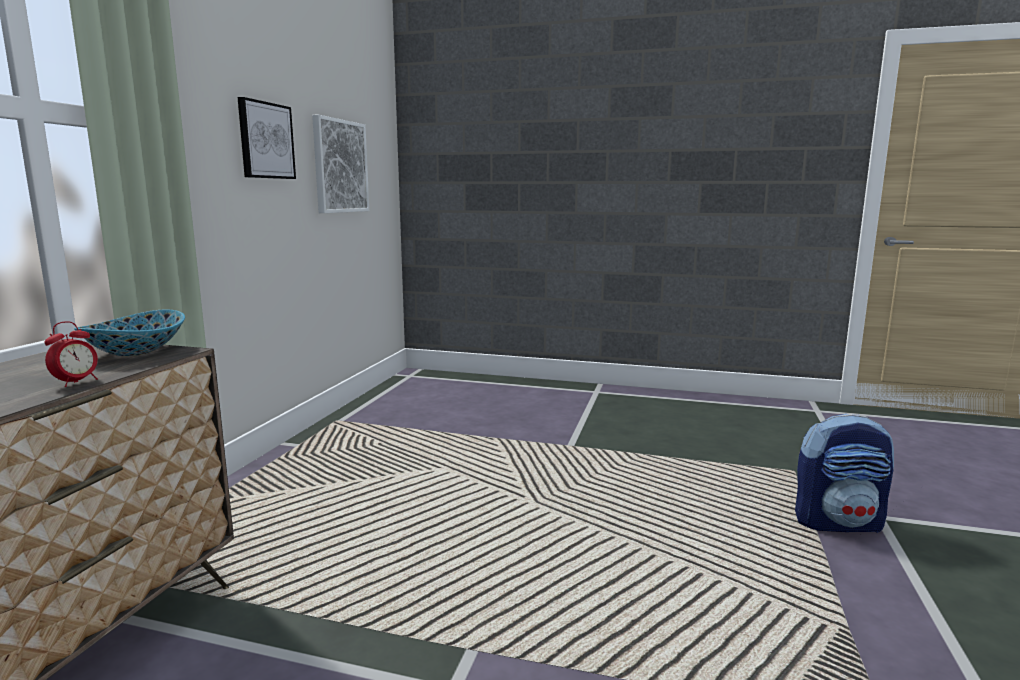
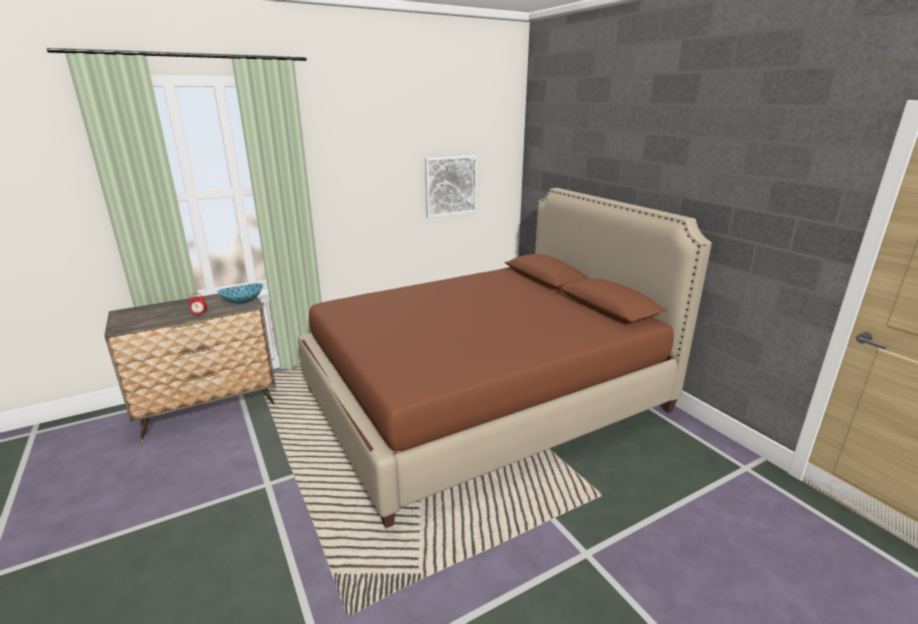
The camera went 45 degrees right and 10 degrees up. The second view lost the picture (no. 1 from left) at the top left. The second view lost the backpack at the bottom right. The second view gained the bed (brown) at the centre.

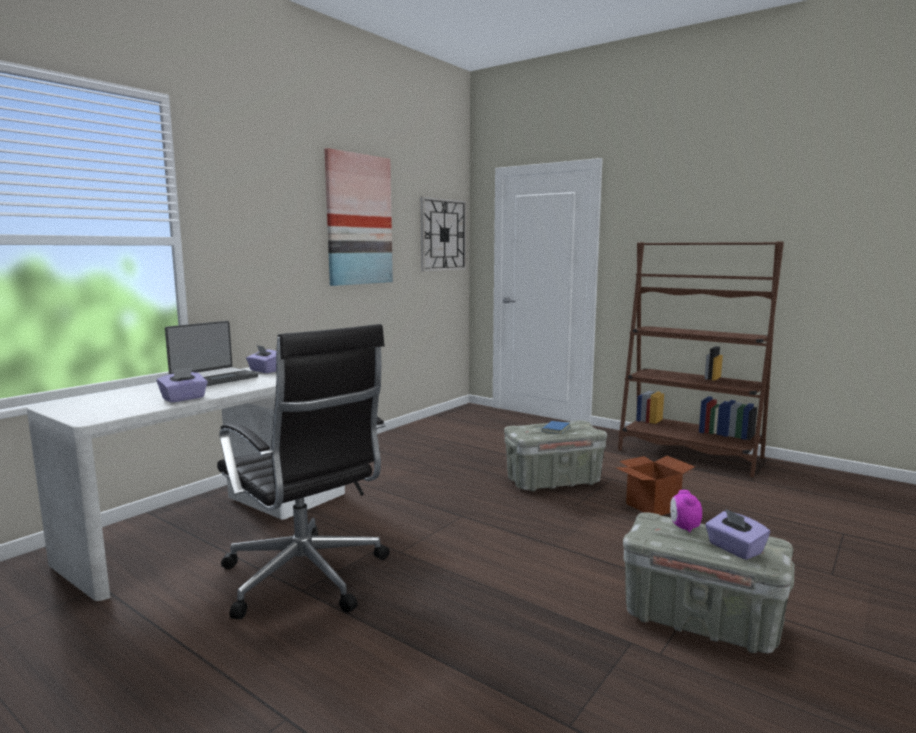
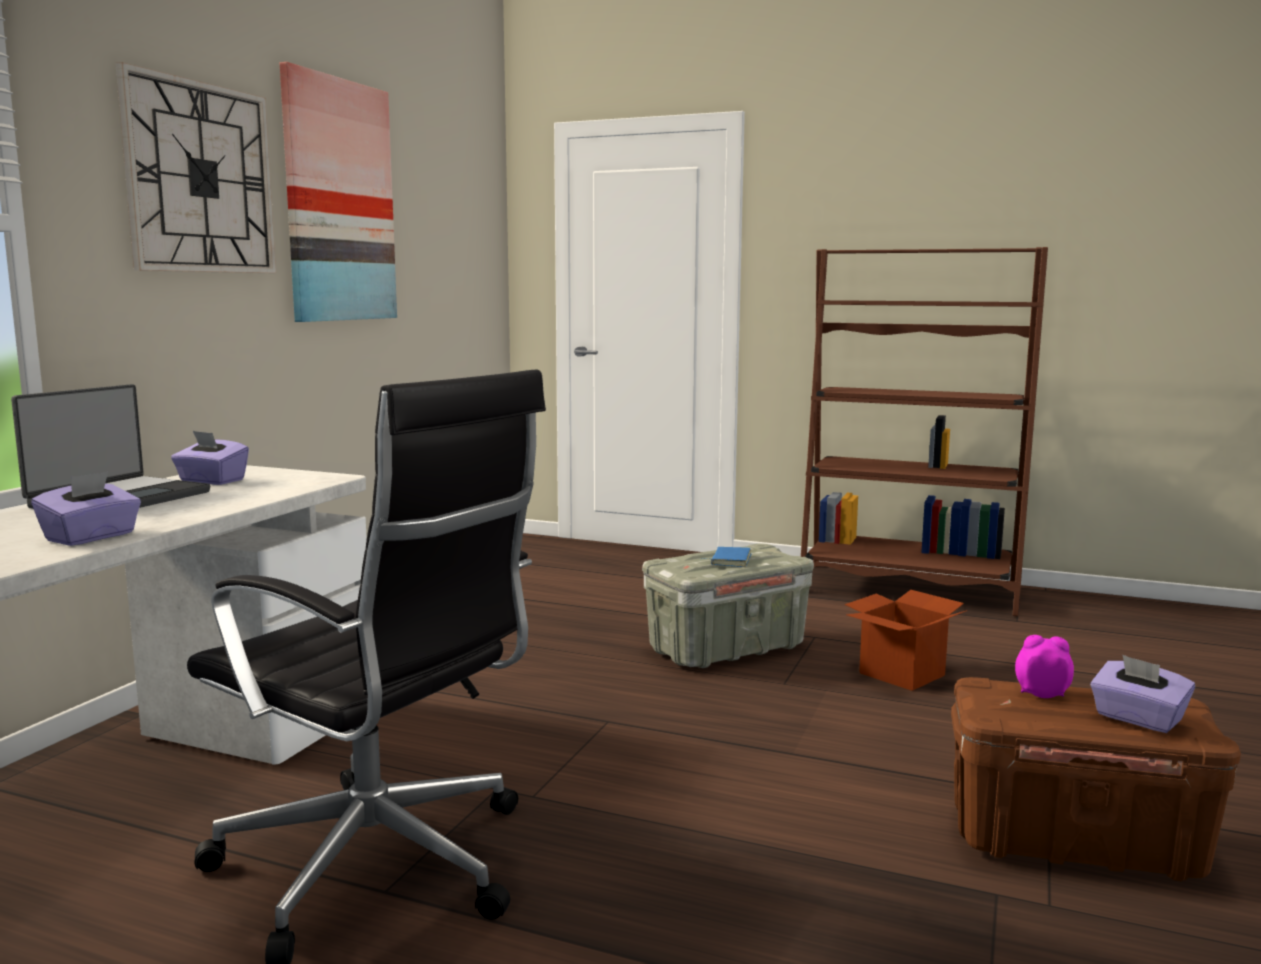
The camera went 15 degrees left and 0 degrees up. The wall clock ended up elsewhere, having gone from the top centre to the top left. What was the storage box (grey) (no. 2 from left) at the bottom right turned into the storage box (brown) at the bottom right. The alarm clock at the bottom right ended up facing another way, 120 degrees clockwise from before.

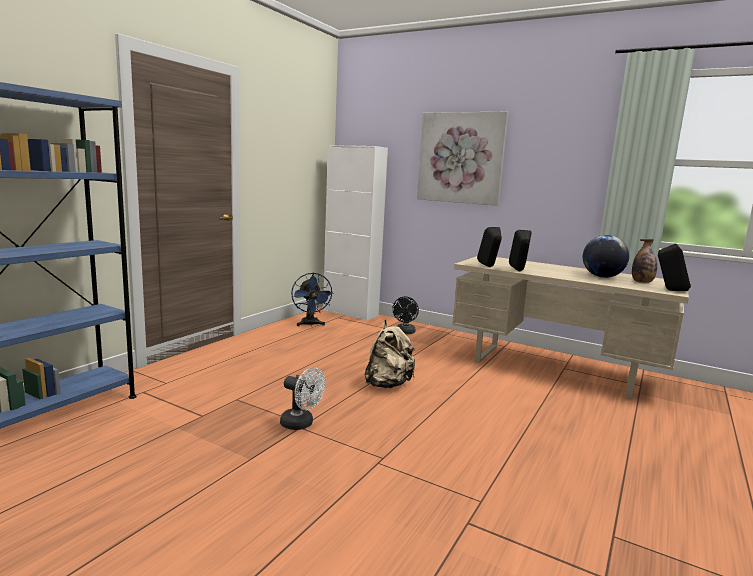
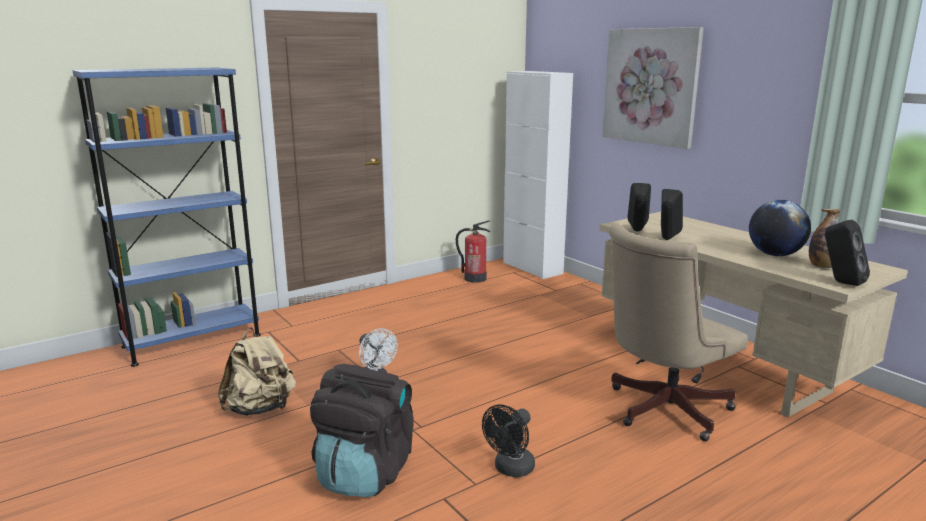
The camera went 25 degrees right and 5 degrees up. Where the fan (blue) stood at the centre, the fire extinguisher came to stand at the centre. The backpack (beige) ended up elsewhere, having gone from the centre to the bottom left. The fan (black) ended up elsewhere, having gone from the centre to the bottom centre. The second view gained the backpack (black) at the bottom centre. The second view gained the office chair (beige) at the middle right.

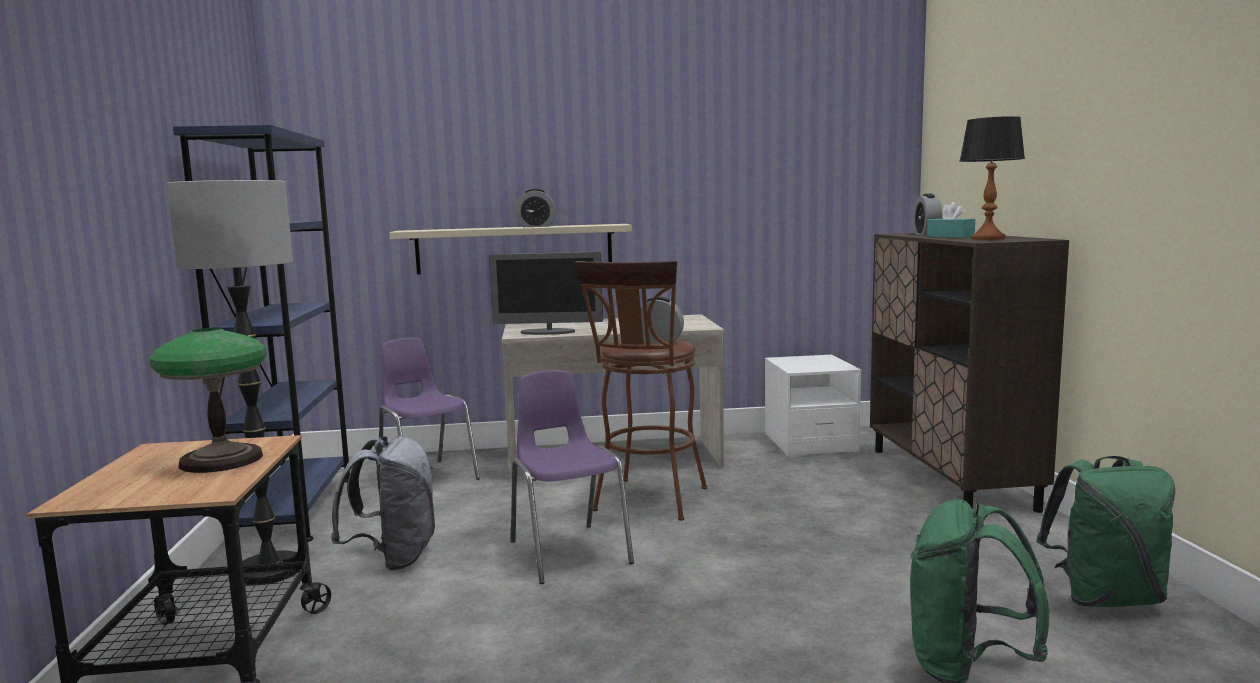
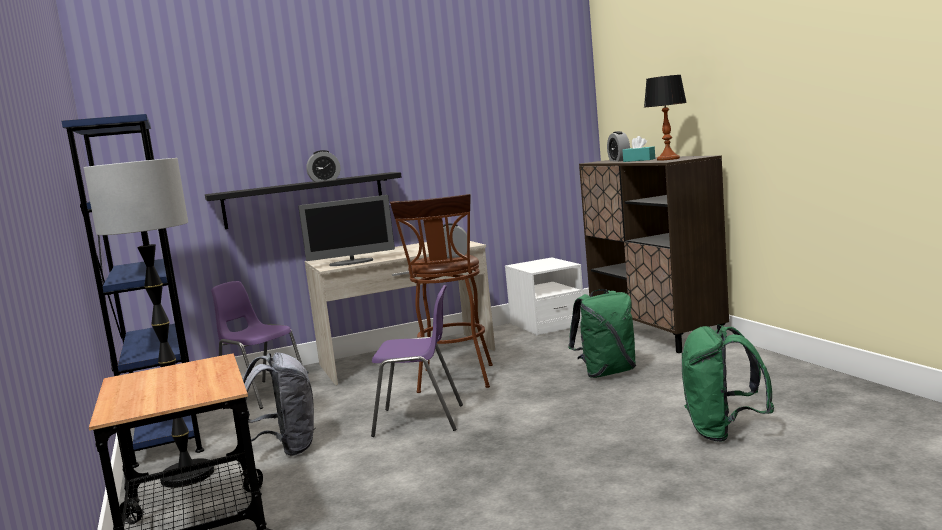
The camera went 15 degrees left and 0 degrees up. The second view lost the table lamp (no. 1 from left) at the middle left. What was the shelf (beige) at the centre turned into the shelf (black) at the middle left. The chair (purple) (no. 2 from left) at the bottom centre ended up facing another way, 135 degrees clockwise from before. The backpack (green) (no. 2 from left in the first image) ended up elsewhere, having gone from the bottom right to the centre.

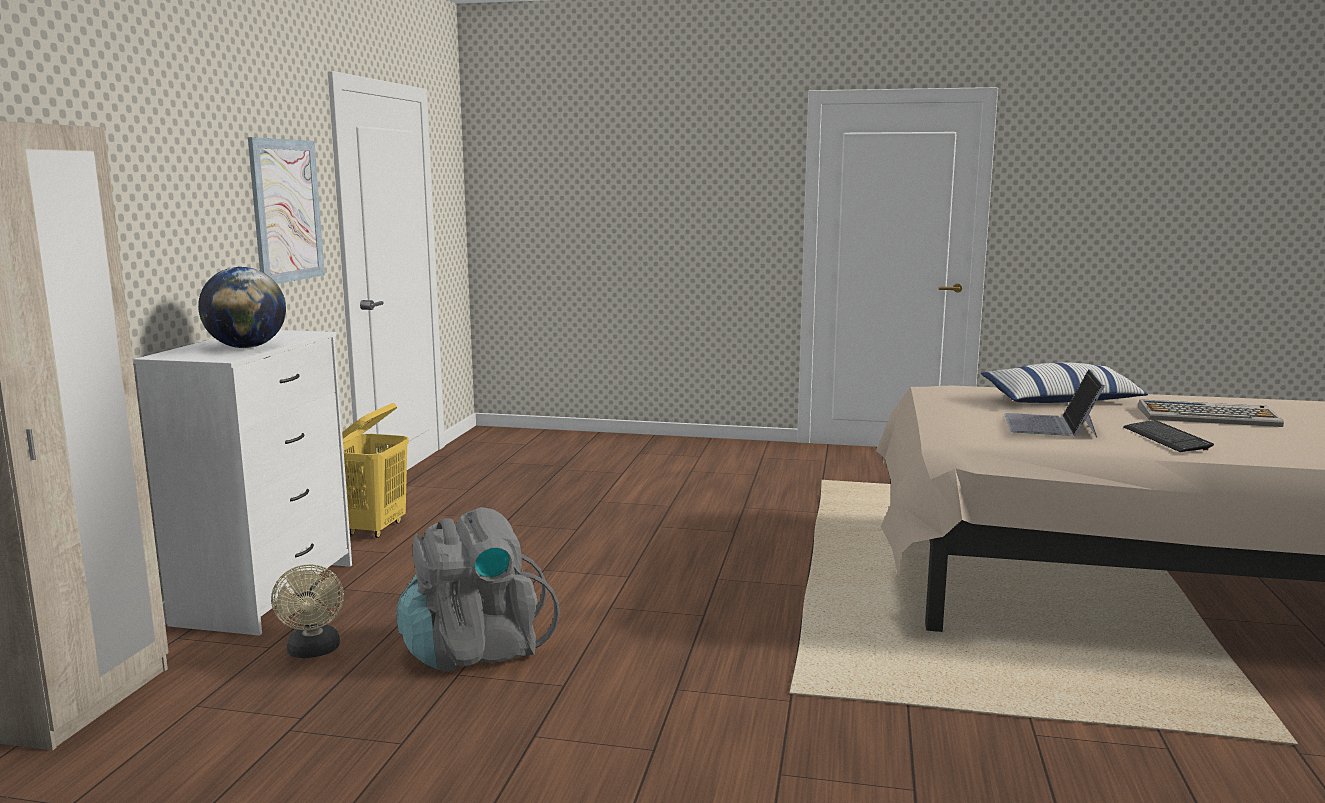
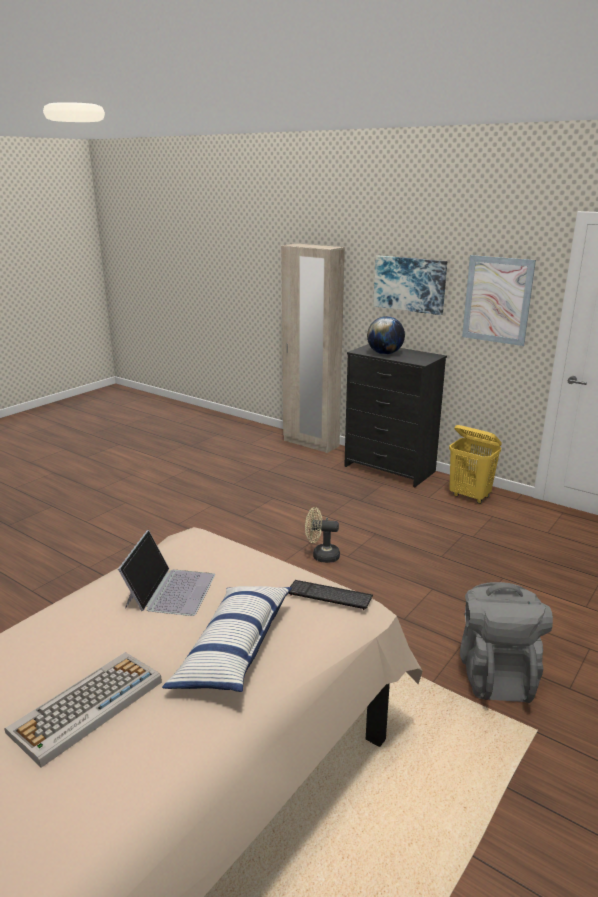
The camera went 115 degrees right and 10 degrees up. What was the dresser (white) at the middle left turned into the dresser (black) at the centre. The fan (beige) ended up elsewhere, having gone from the bottom left to the centre. The backpack (grey) ended up elsewhere, having gone from the bottom centre to the bottom right. The laptop at the middle right ended up facing another way, 60 degrees clockwise from before. The keyboard (no. 1 from left in the first image) ended up elsewhere, having gone from the middle right to the centre. The second view gained the picture (no. 1 from left) at the top right.

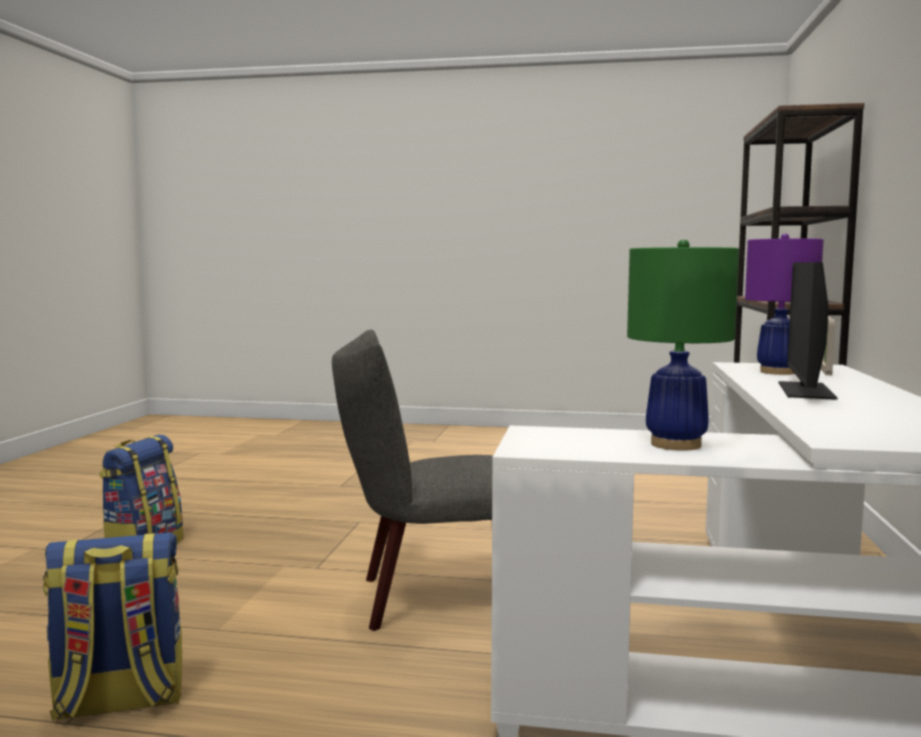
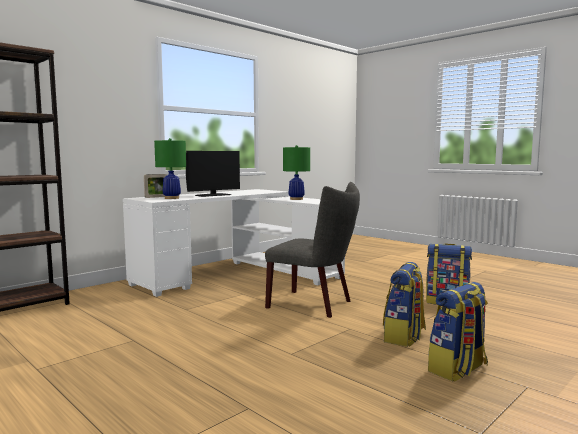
The camera went 145 degrees left and 0 degrees up. What was the table lamp (purple) at the middle right turned into the table lamp (green) (no. 1 from left) at the middle left. The second view gained the backpack (no. 1 from left) at the bottom right.

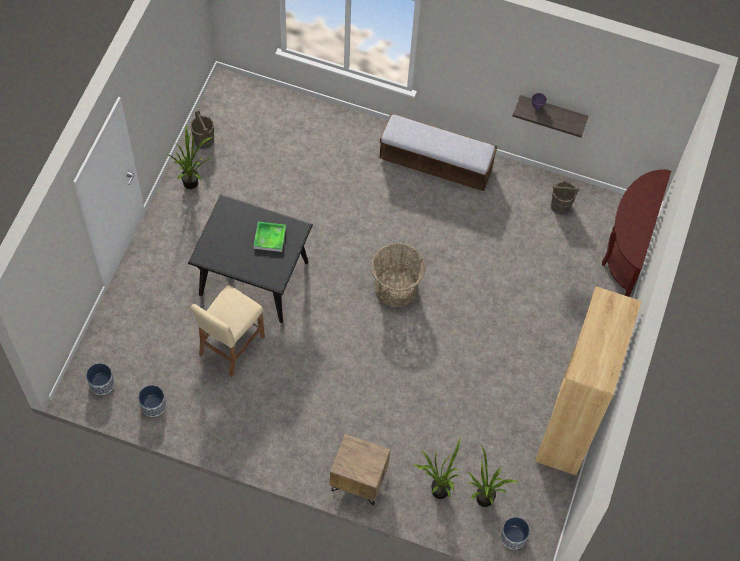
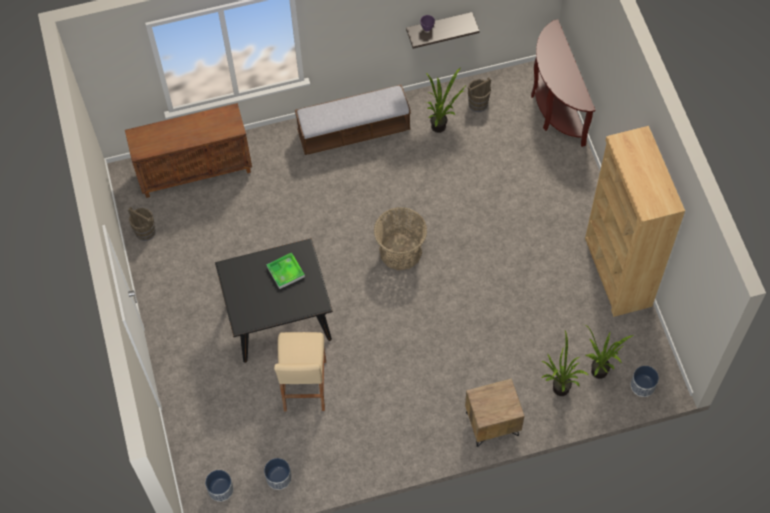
The camera went 30 degrees left and 0 degrees up. The potted plant (no. 1 from left) ended up elsewhere, having gone from the top left to the top centre. The second view gained the cabinet (brown) at the top left.

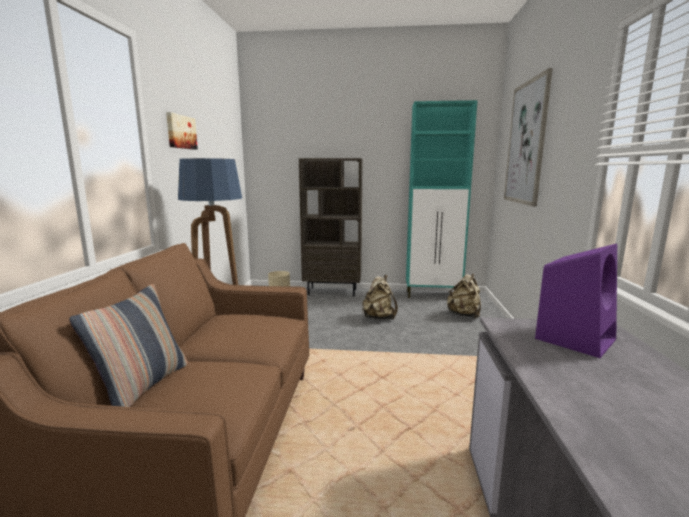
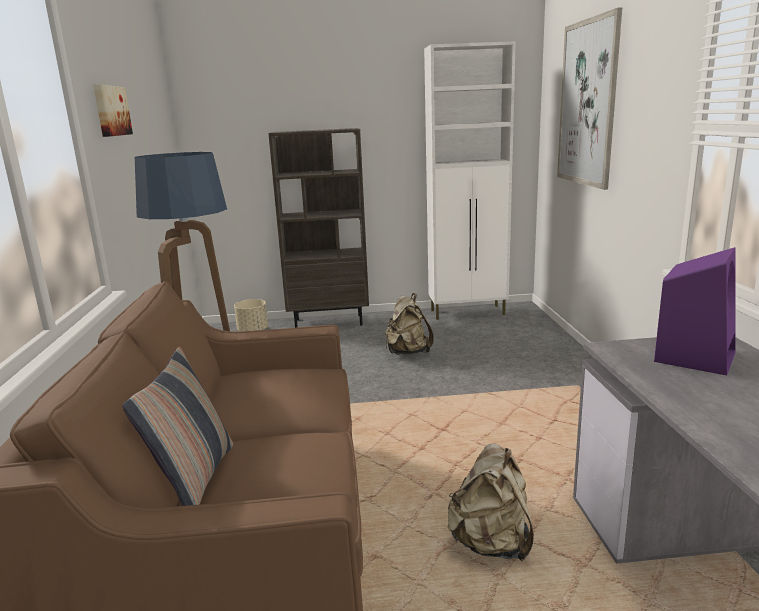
The camera went 10 degrees left and 5 degrees up. What was the cabinet (turquoise) at the centre turned into the cabinet (white) at the top centre. The backpack (beige) (no. 2 from left) ended up elsewhere, having gone from the middle right to the bottom centre.

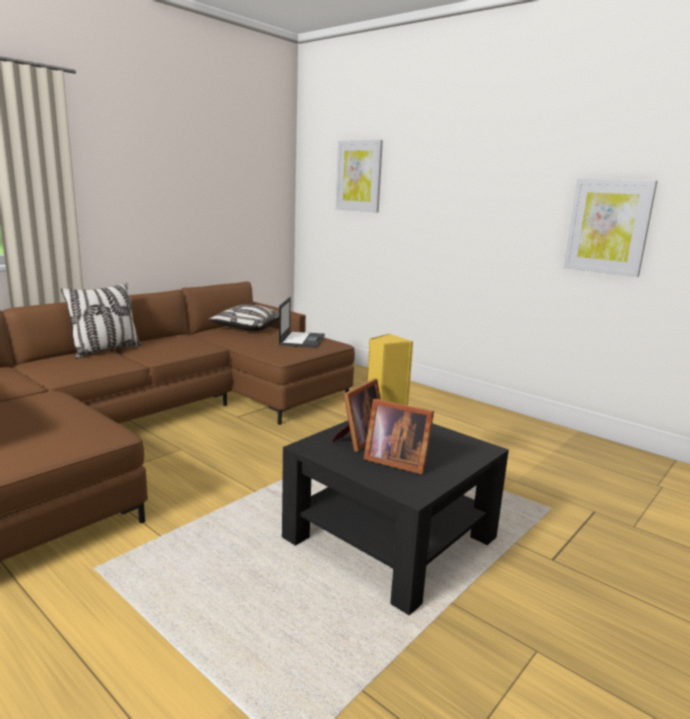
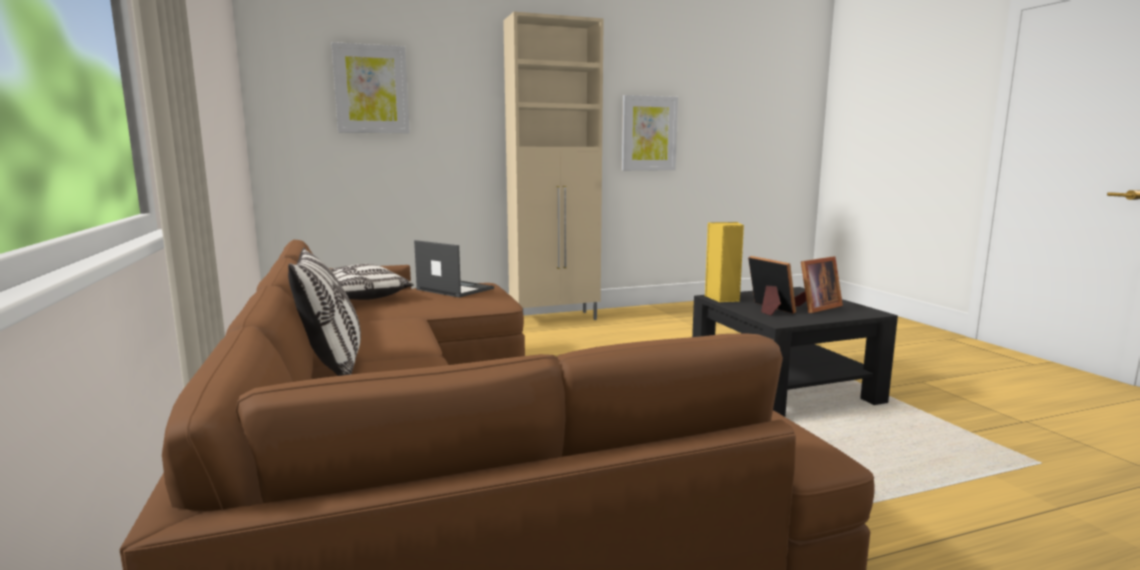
The camera went 60 degrees left and 5 degrees down. The second view gained the cabinet (beige) at the top centre.

